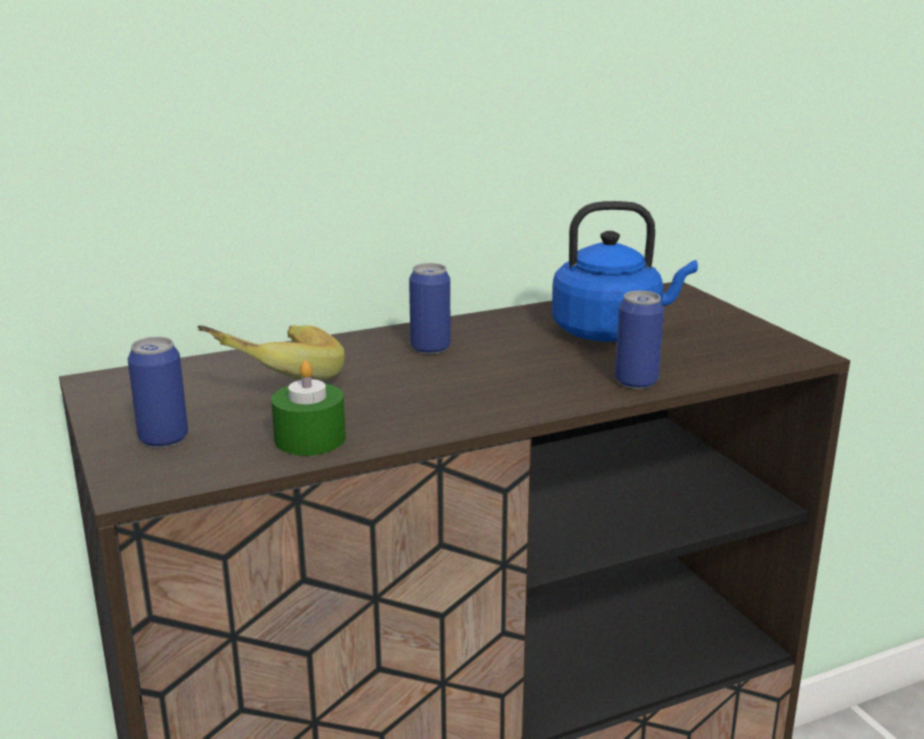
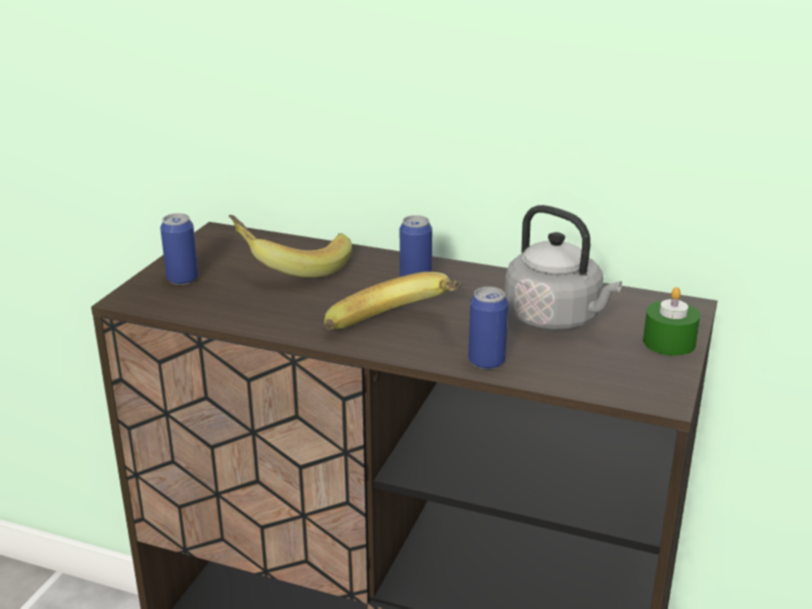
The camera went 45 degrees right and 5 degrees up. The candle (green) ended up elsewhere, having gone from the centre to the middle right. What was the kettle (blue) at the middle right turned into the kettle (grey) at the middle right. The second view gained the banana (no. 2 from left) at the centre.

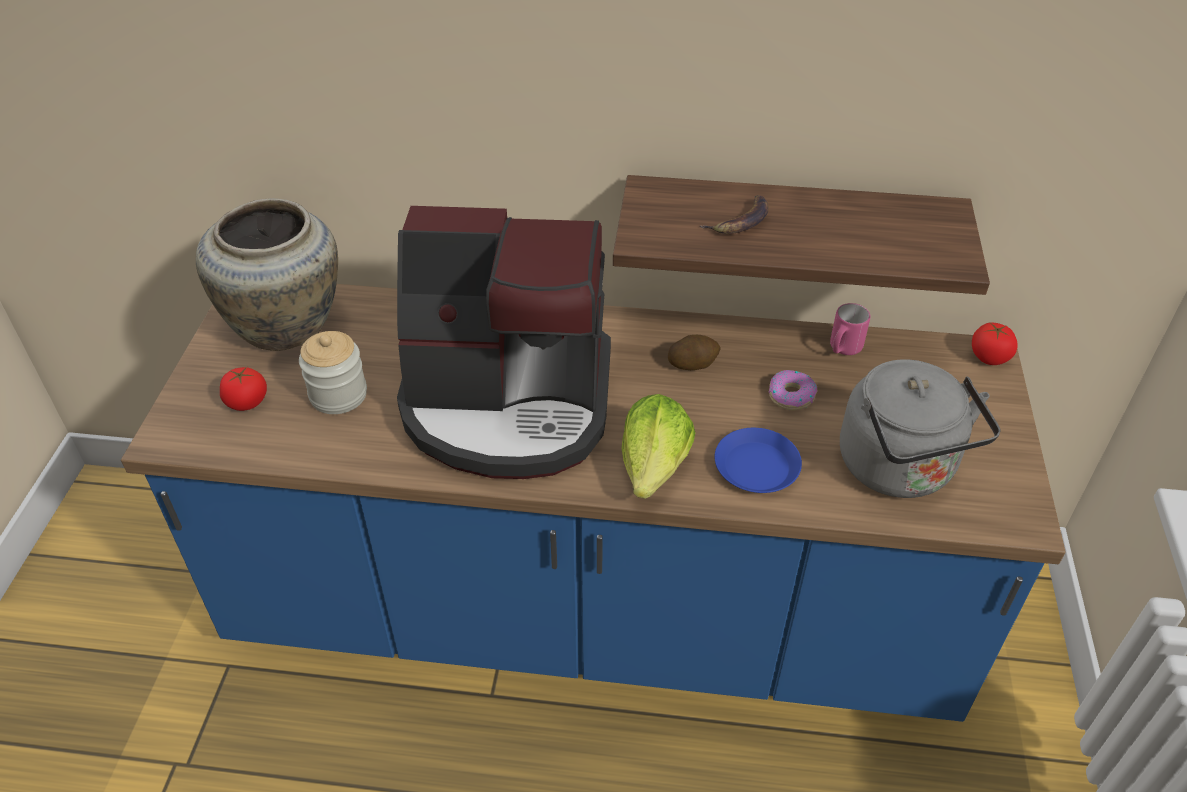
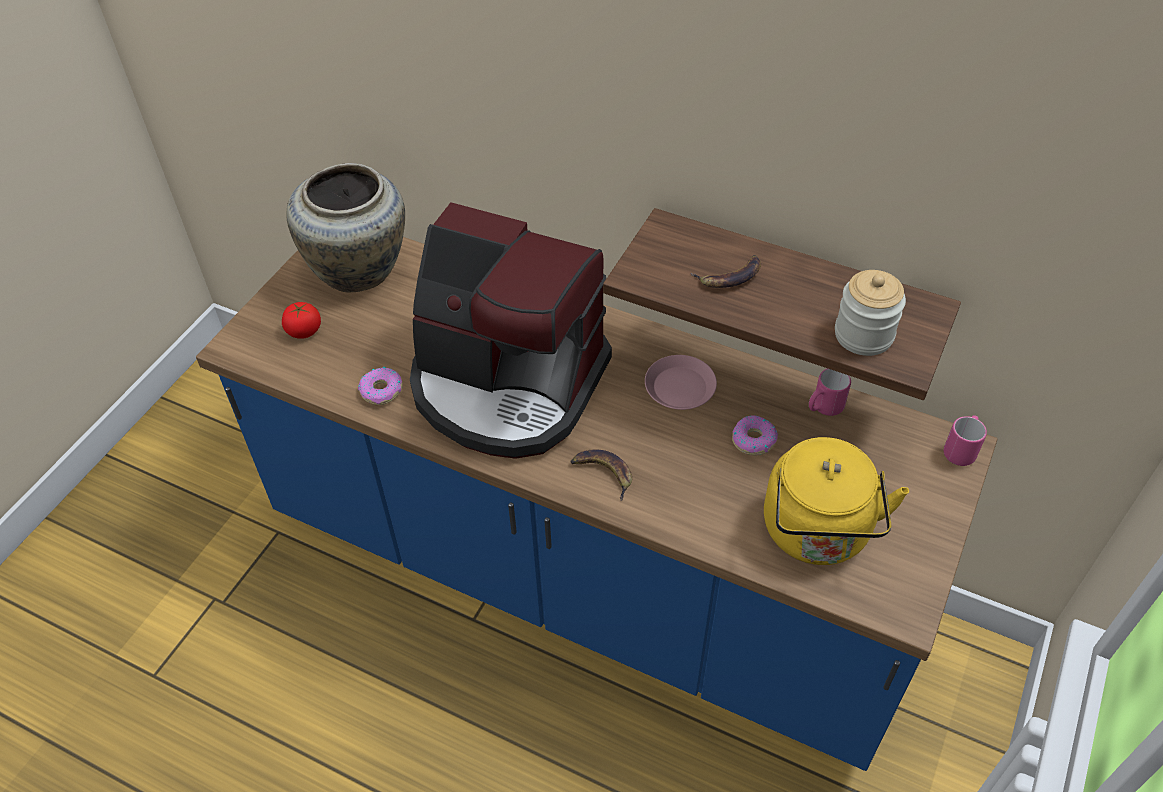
The camera went 20 degrees right and 5 degrees up. The jar ended up elsewhere, having gone from the middle left to the middle right. Where the lettuce stood at the centre, the banana (no. 1 from left) came to stand at the centre. Where the potato stood at the centre, the plate (pink) came to stand at the centre. The second view lost the plate (blue) at the centre. What was the kettle (grey) at the middle right turned into the kettle (yellow) at the middle right. Where the tomato (no. 2 from left) stood at the middle right, the mug (pink) (no. 2 from left) came to stand at the middle right. The second view gained the donut (no. 1 from left) at the middle left.

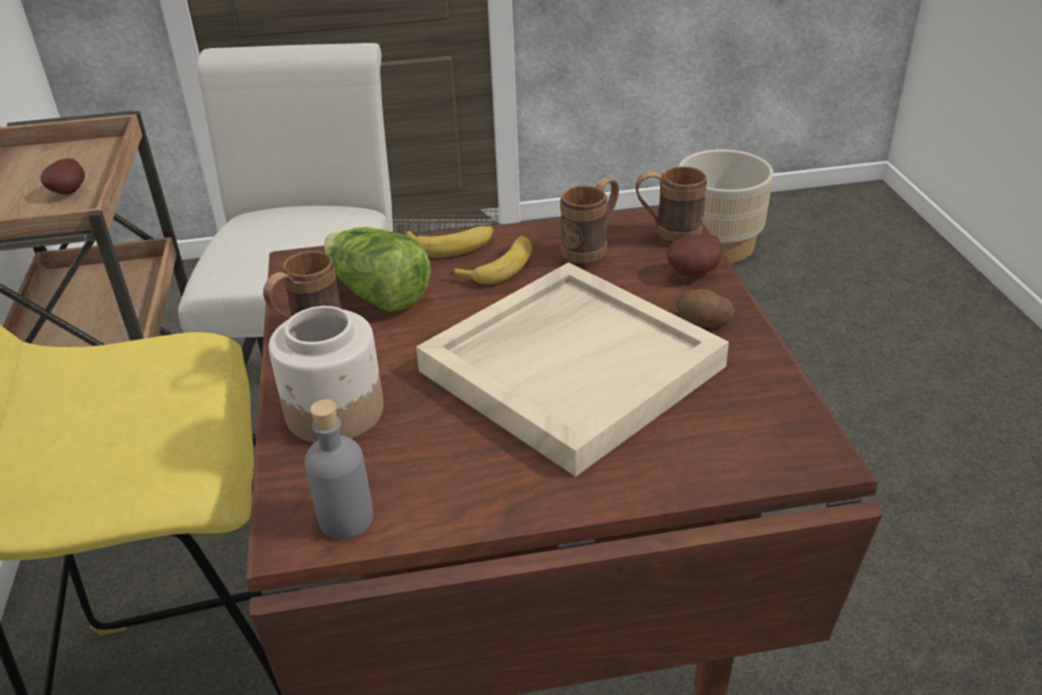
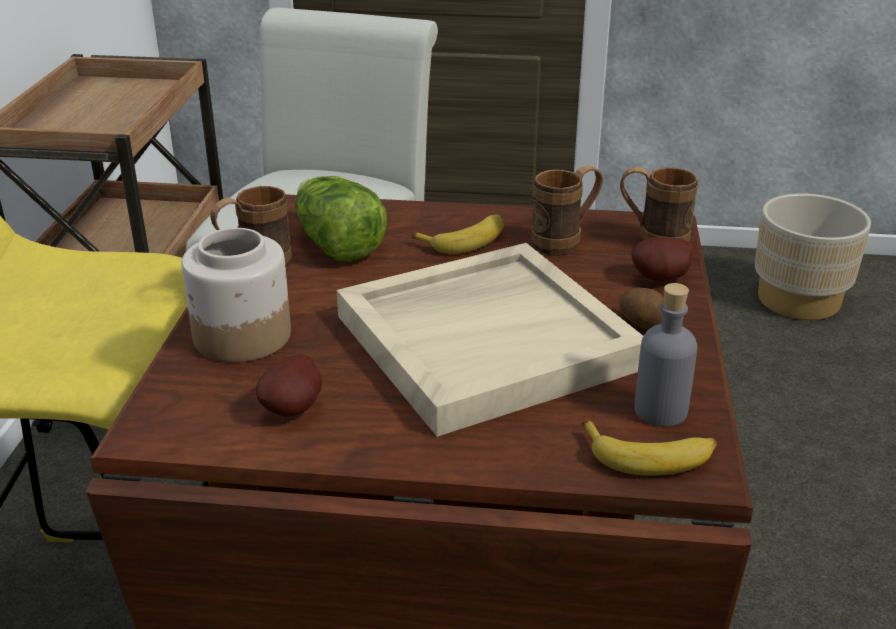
The camera went 15 degrees right and 5 degrees down. The potato (no. 1 from left) ended up elsewhere, having gone from the top left to the middle left. The bottle (grey) ended up elsewhere, having gone from the bottom left to the middle right. The banana (no. 1 from left in the first image) ended up elsewhere, having gone from the centre to the bottom right.

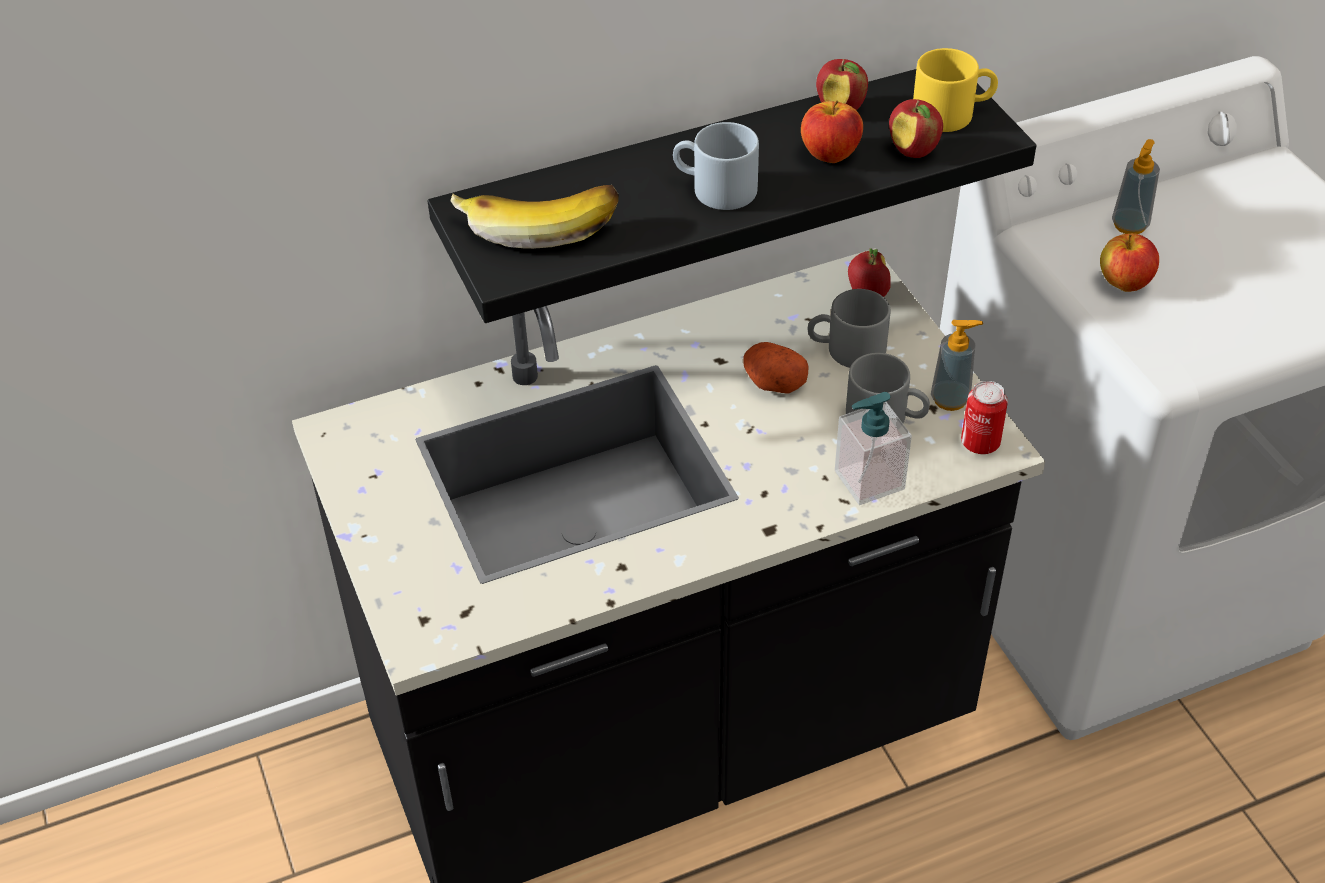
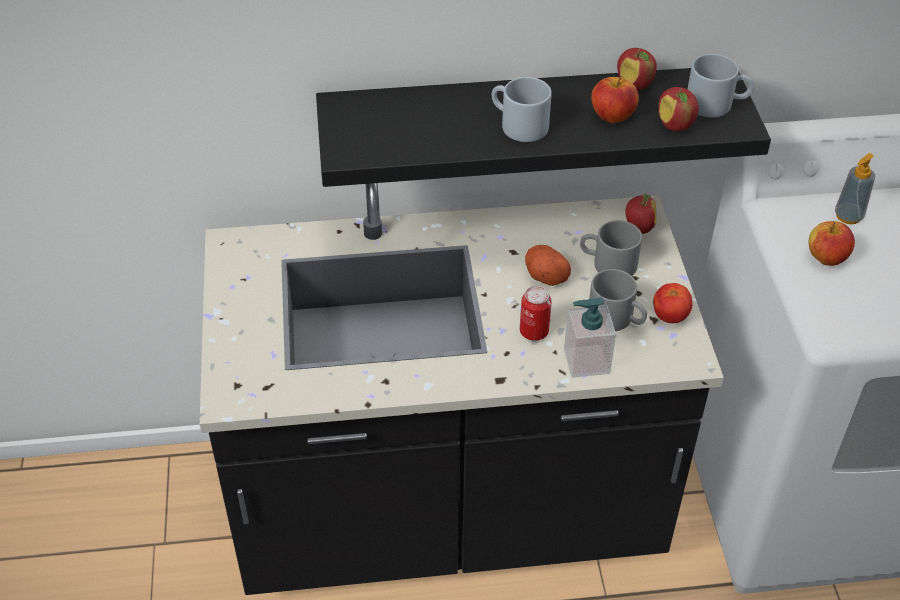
The camera went 15 degrees right and 0 degrees up. The second view lost the banana at the top centre. What was the mug (yellow) at the top right turned into the mug (grey) (no. 4 from left) at the top right. Where the soap dispenser (no. 2 from left) stood at the middle right, the tomato came to stand at the middle right. The can ended up elsewhere, having gone from the middle right to the centre.

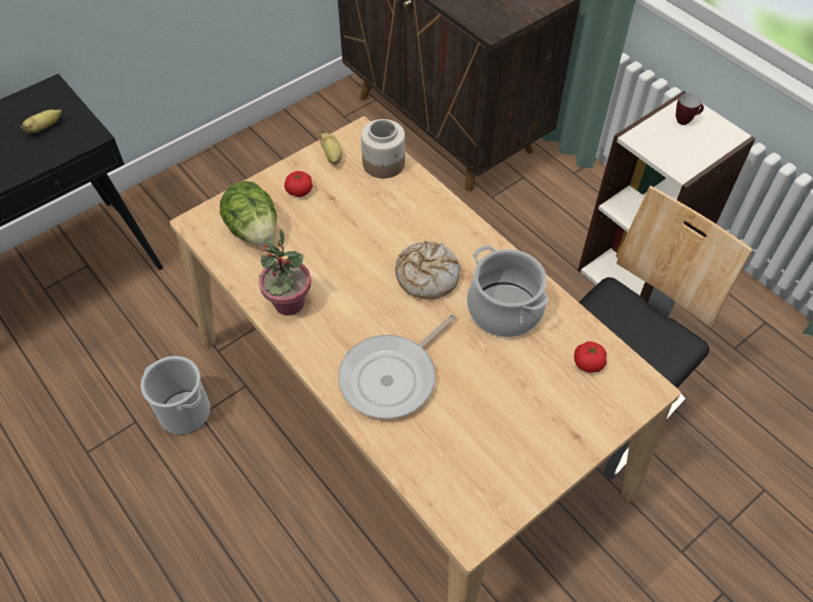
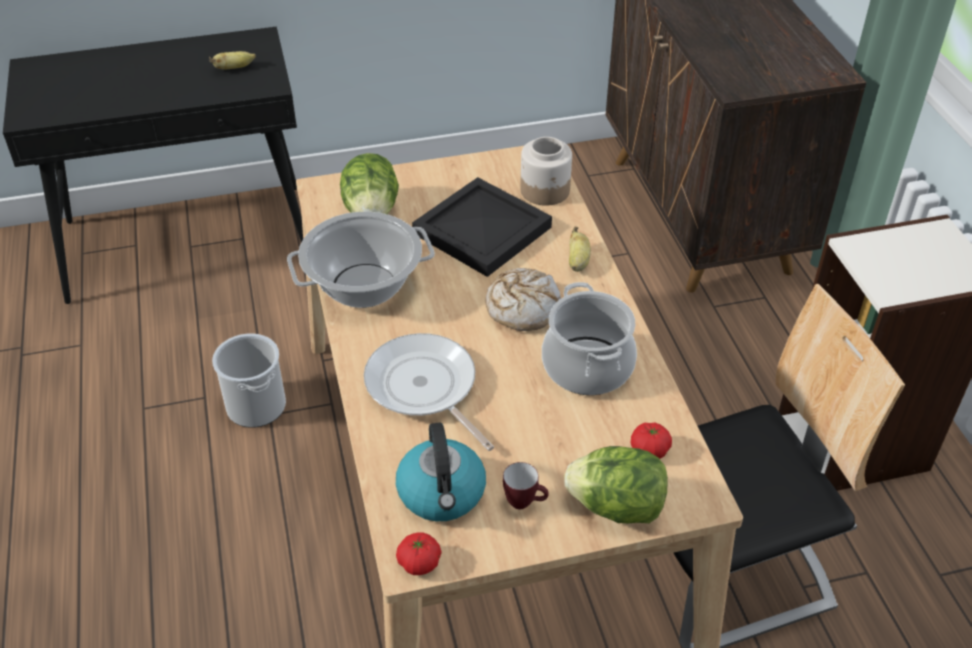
The camera went 25 degrees right and 10 degrees down. Where the potted plant stood at the centre, the cooking pot (no. 1 from left) came to stand at the centre. The tomato (no. 1 from left) ended up elsewhere, having gone from the top centre to the bottom centre. The banana (no. 2 from left) ended up elsewhere, having gone from the top centre to the centre. The frying pan at the centre ended up facing another way, 75 degrees clockwise from before. The mug ended up elsewhere, having gone from the top right to the bottom centre. The second view gained the kettle at the bottom centre. The second view gained the tray (black) at the centre. The second view gained the lettuce (no. 2 from left) at the bottom centre.

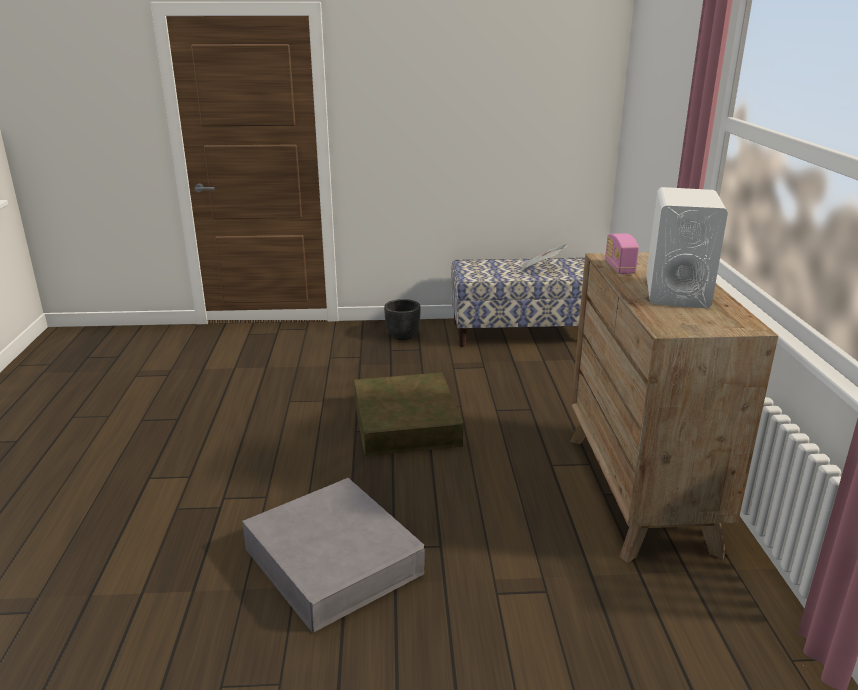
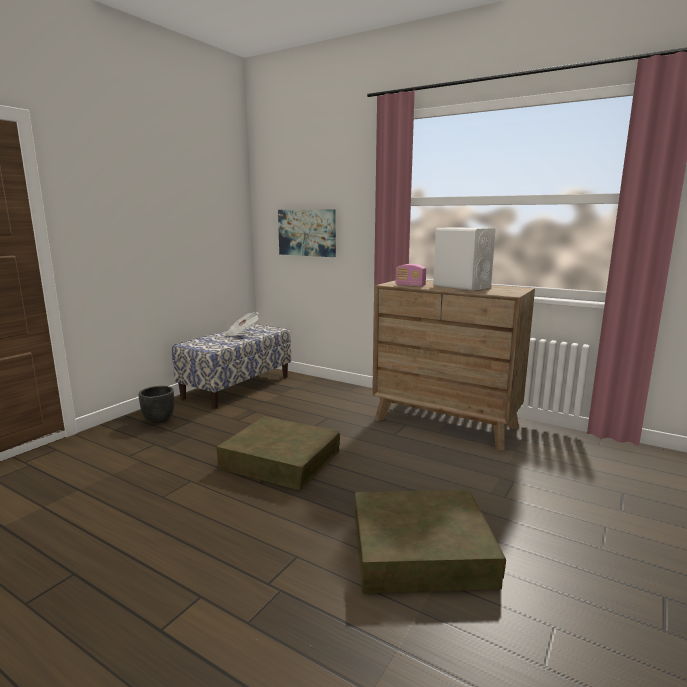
The camera went 55 degrees left and 10 degrees down. What was the storage box (grey) at the bottom centre turned into the storage box (brown) (no. 2 from left) at the bottom centre. The second view gained the picture at the centre.

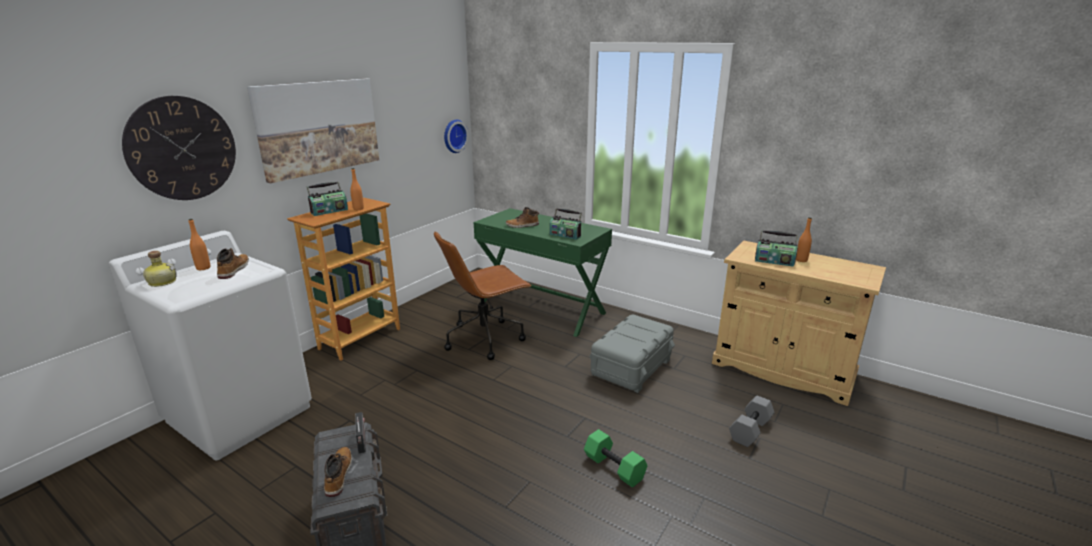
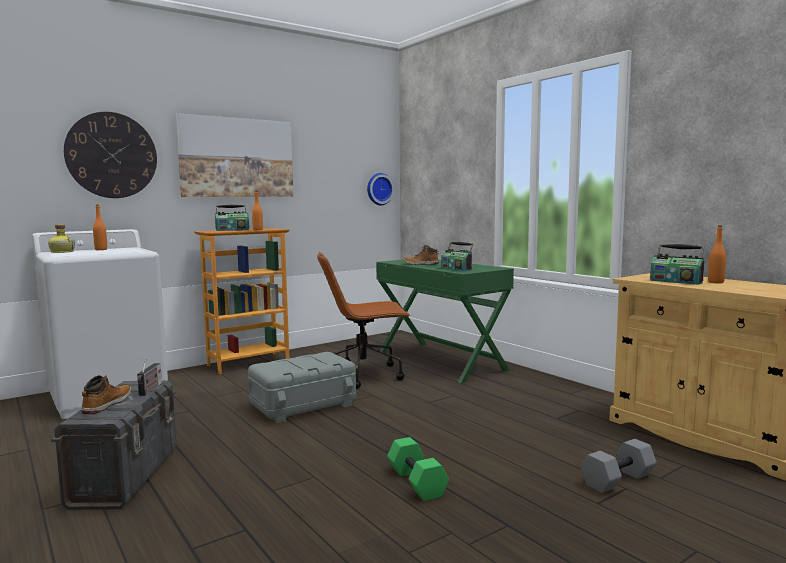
The camera went 20 degrees right and 15 degrees down. The second view lost the boot (no. 1 from left) at the middle left. The storage box (grey) (no. 2 from left) ended up elsewhere, having gone from the centre to the bottom centre.

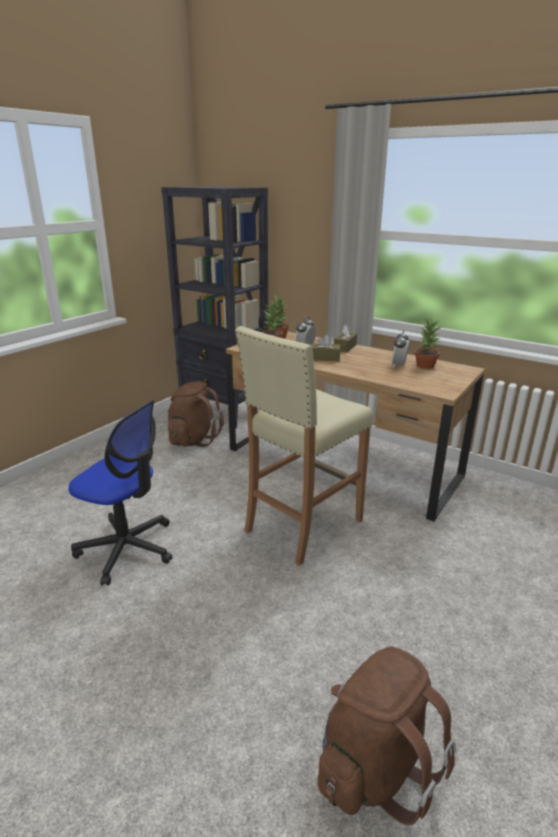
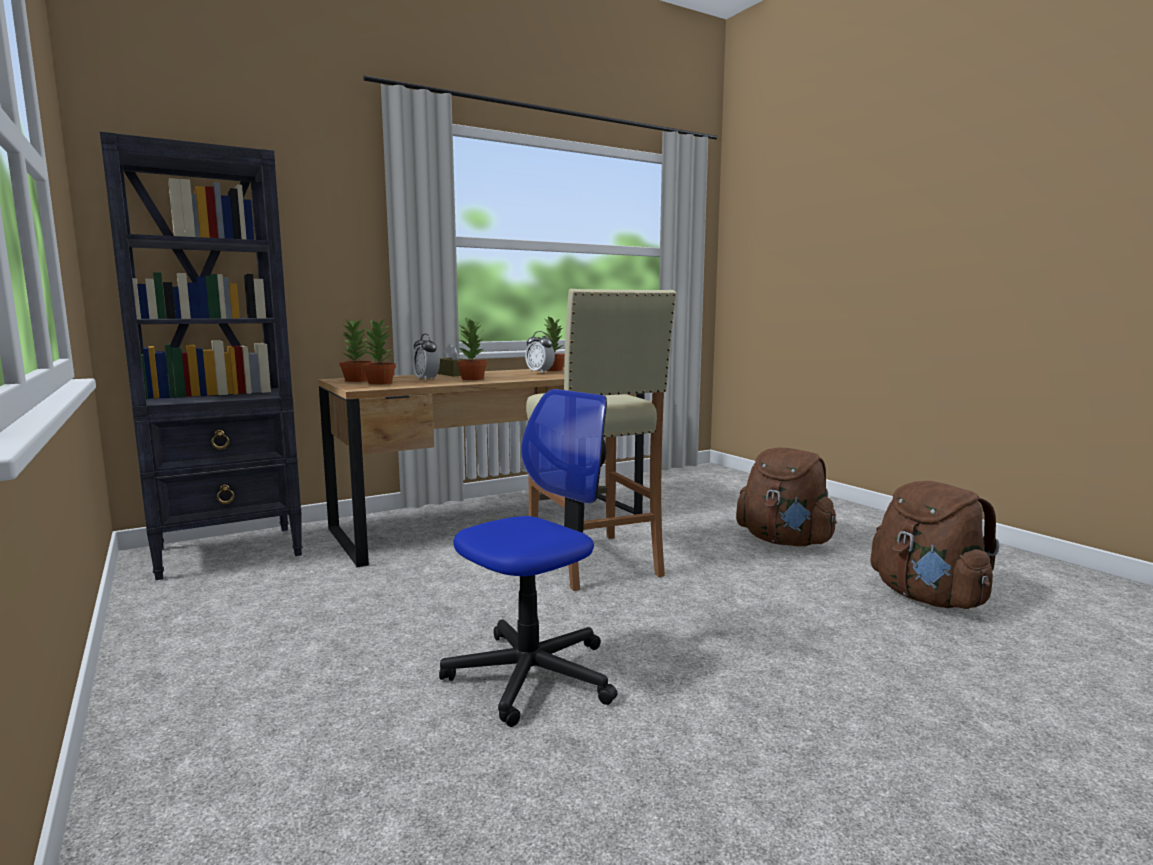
The camera went 65 degrees left and 15 degrees down. The backpack (brown) (no. 1 from left) ended up elsewhere, having gone from the centre to the middle right. Where the tissue box (brown) (no. 1 from left) stood at the centre, the potted plant (no. 3 from left) came to stand at the centre.

